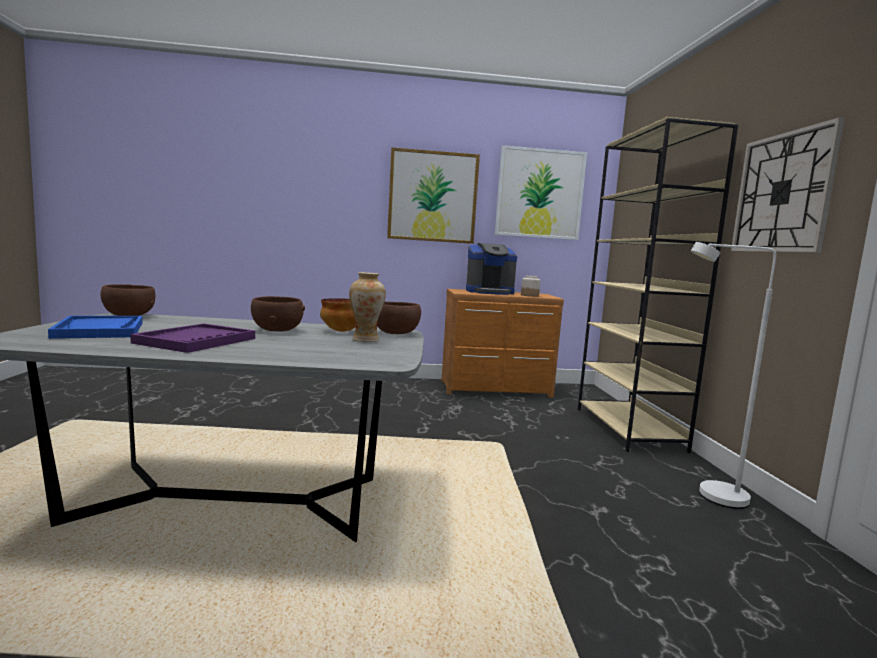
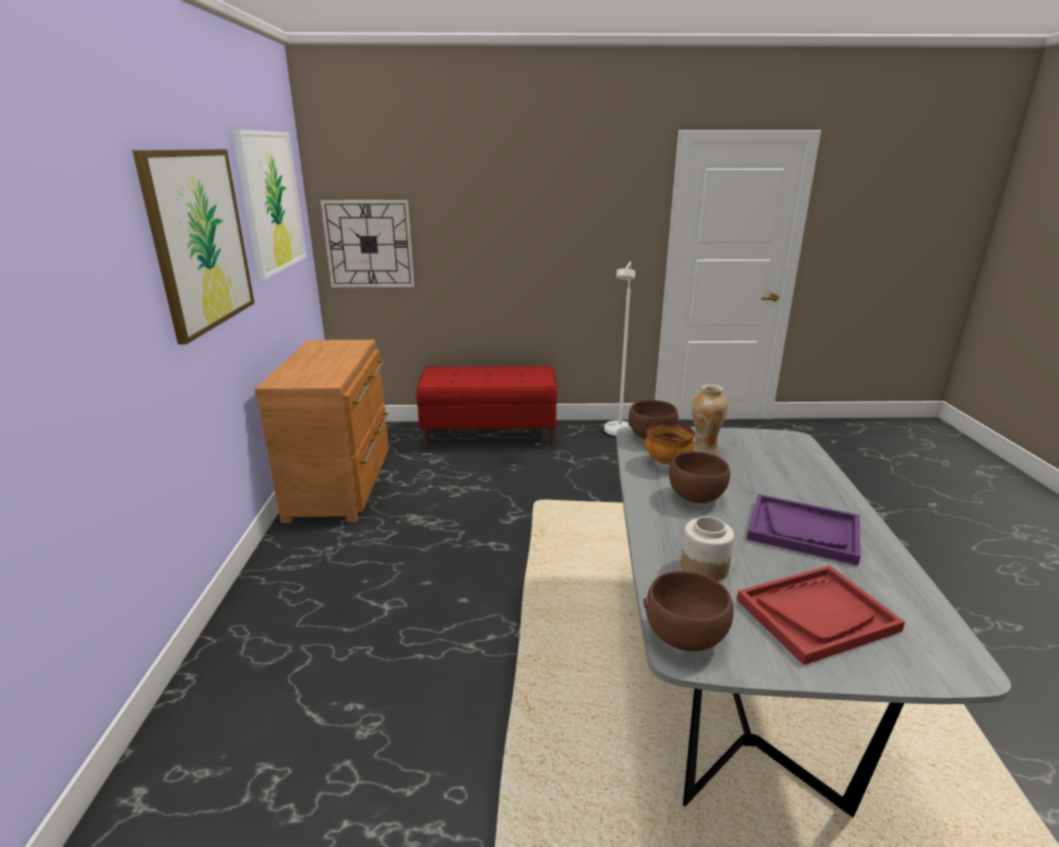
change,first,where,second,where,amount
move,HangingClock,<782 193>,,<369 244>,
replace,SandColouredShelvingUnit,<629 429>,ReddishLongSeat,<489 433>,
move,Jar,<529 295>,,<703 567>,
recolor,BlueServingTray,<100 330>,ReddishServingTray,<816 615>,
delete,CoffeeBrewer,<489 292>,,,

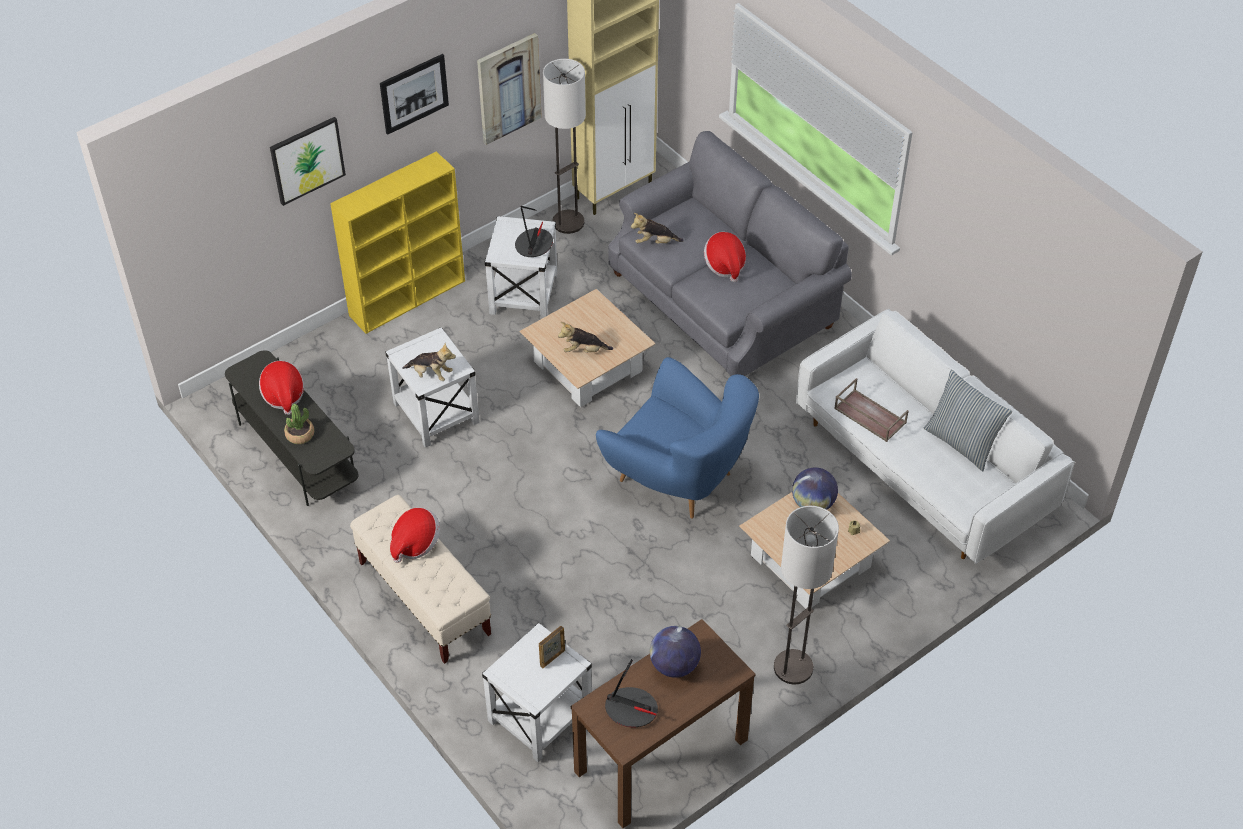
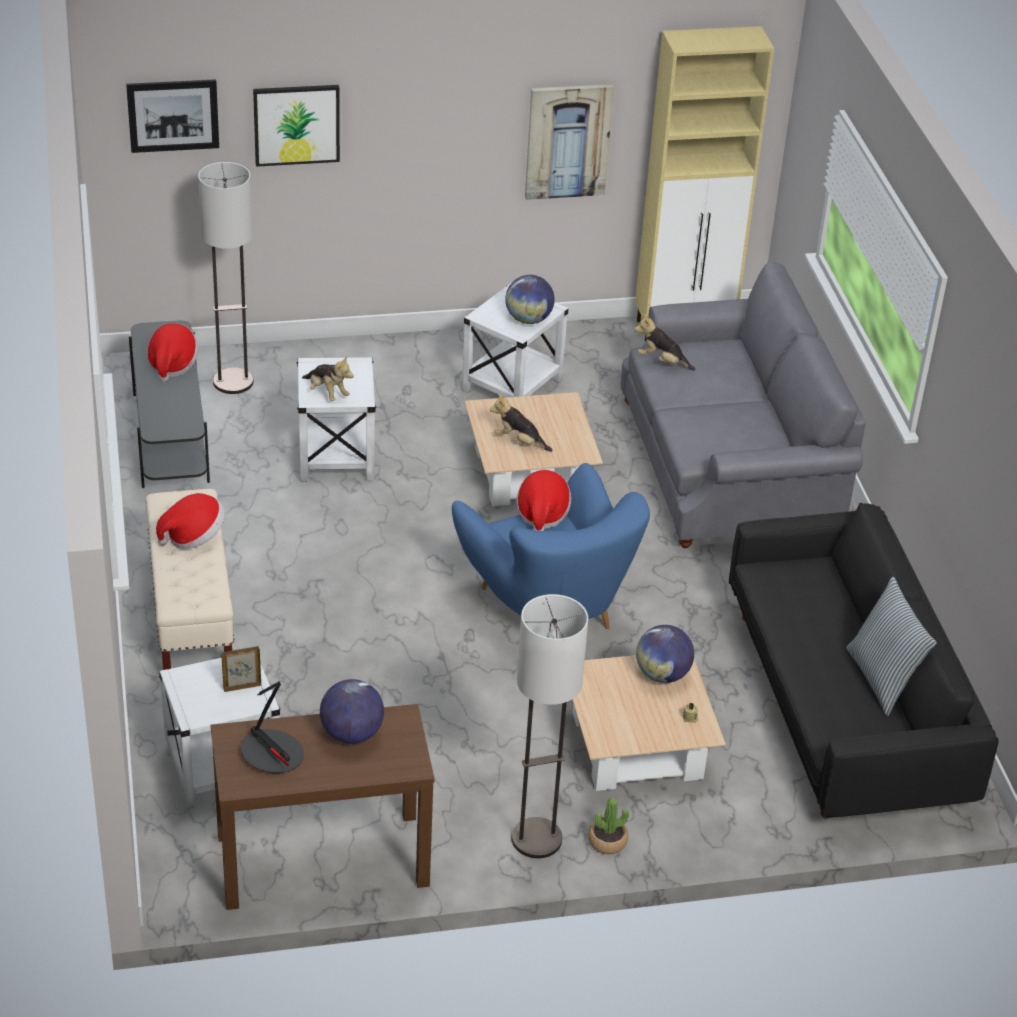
change,first,where,second,where,amount
move,WallPicture,<414 93>,,<173 115>,
move,StandingLamp,<568 222>,,<233 382>,
replace,TableLamp,<534 244>,WorldGlobe,<528 319>,
move,WearableHat,<725 265>,,<542 514>,
move,PlantInAPot,<300 434>,,<607 841>,
recolor,WhiteSofa,<922 466>,BlackishSofa,<843 706>,
delete,YellowishShelvingUnit,<408 297>,,,
delete,BrownServingTray,<869 415>,,,

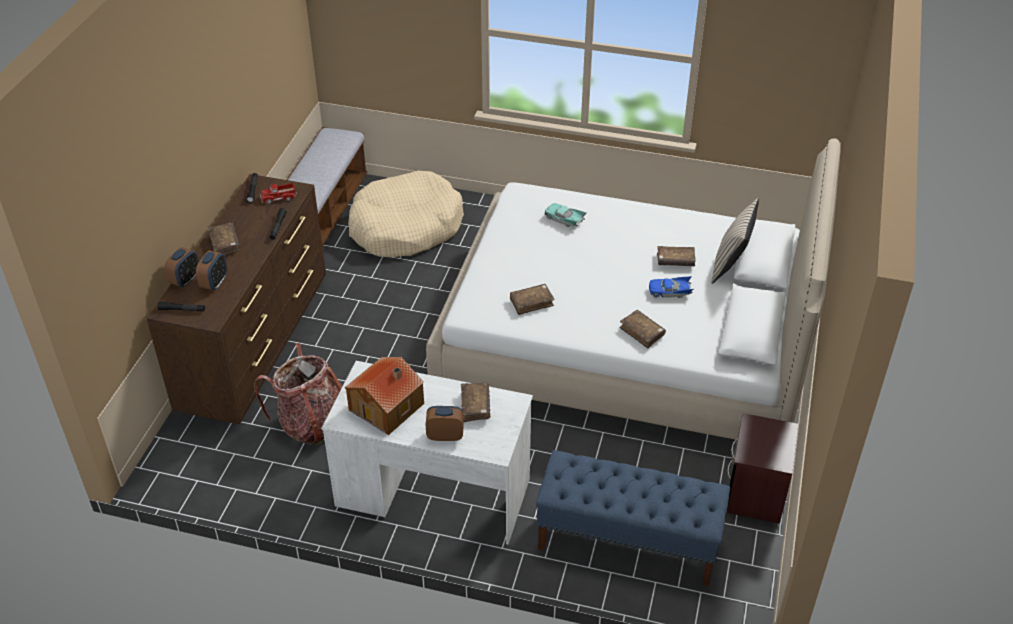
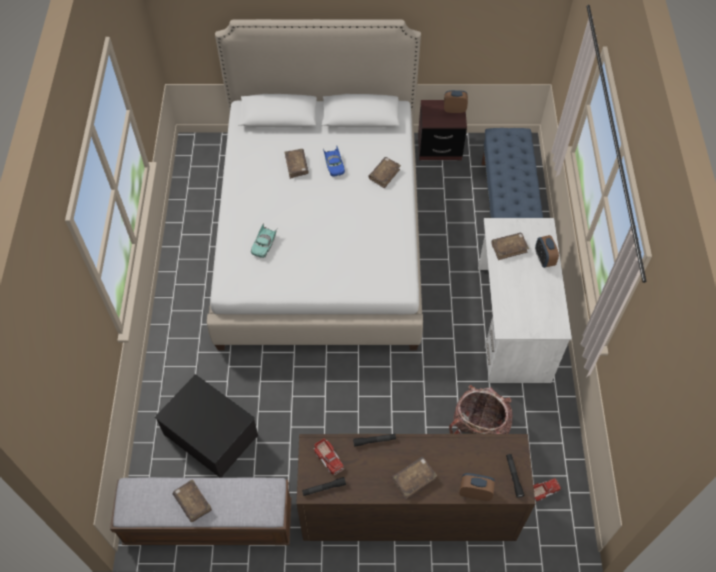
change,first,where,second,where,amount
replace,SandColouredDogBed,<405 227>,StorageBin,<210 435>,
move,BrownBook,<531 302>,,<192 502>,
move,AlarmClock,<214 283>,,<454 109>,
insert,,,ModelTruck,<543 490>,
delete,MiniatureHouse,<388 407>,,,
delete,SandColouredCushion,<731 264>,,,

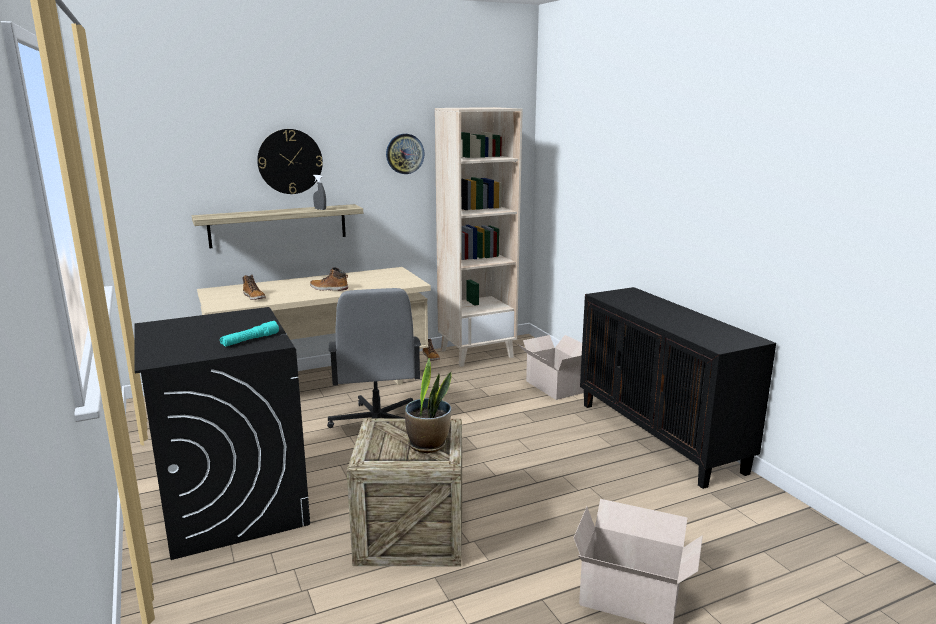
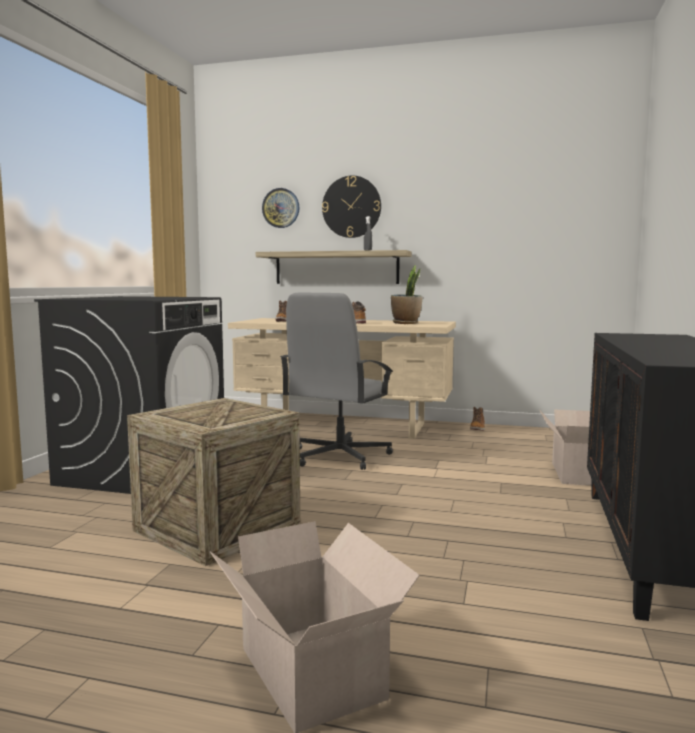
change,first,where,second,where,amount
move,HangingClock,<404 153>,,<281 208>,
move,PlantInAPot,<428 445>,,<406 323>,
delete,TurquoiseColouredTorch,<250 340>,,,
delete,SandColouredShelvingUnit,<477 353>,,,

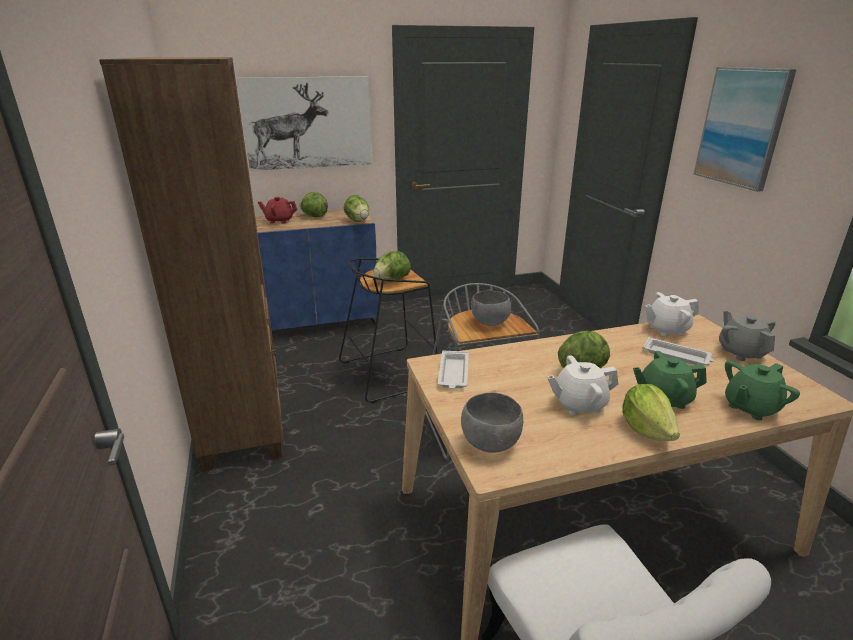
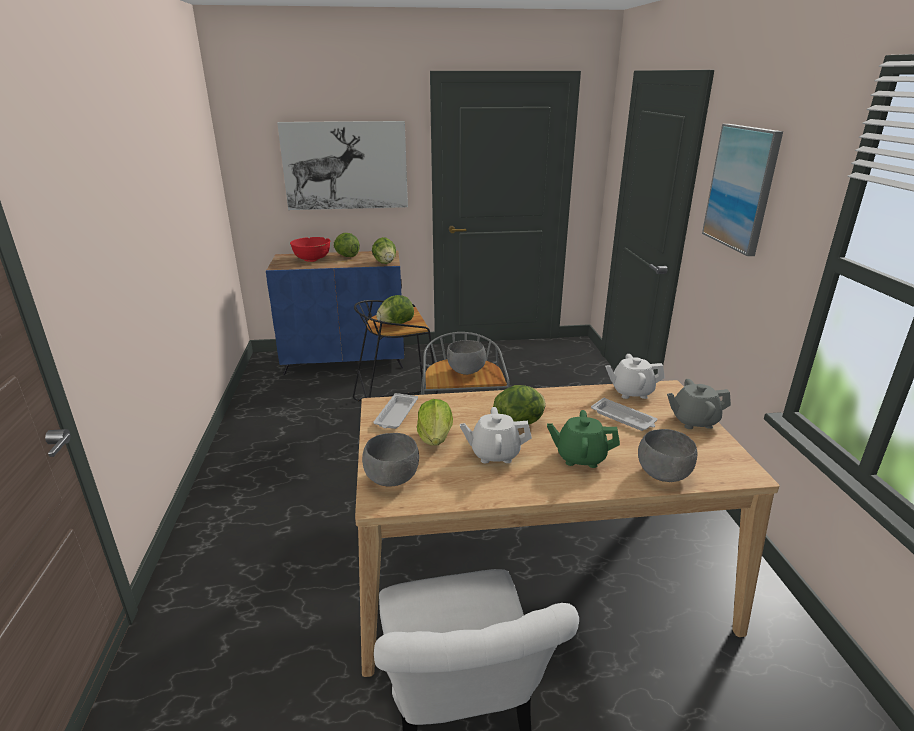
change,first,where,second,where,amount
replace,ReddishTeapot,<279 221>,ReddishServingBowl,<312 259>,
move,LettuceHead,<646 429>,,<435 438>,
replace,GreenishTeapot,<750 407>,GrayServingBowl,<663 474>,
rotate,GrayTeapot,<741 352>,,<693 421>,90 degrees counterclockwise
delete,BrownShelvingUnit,<244 417>,,,

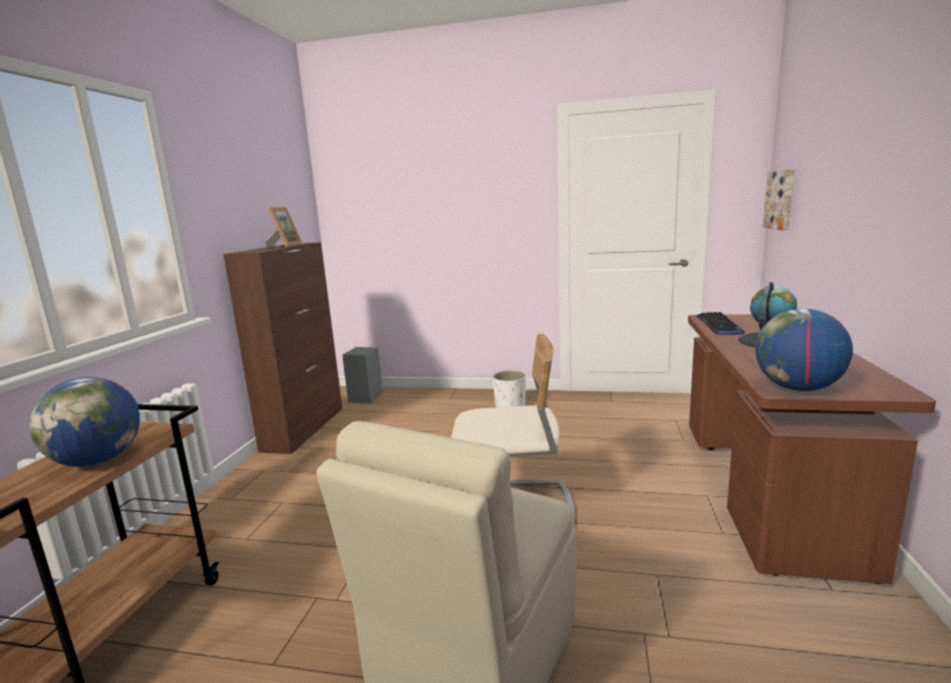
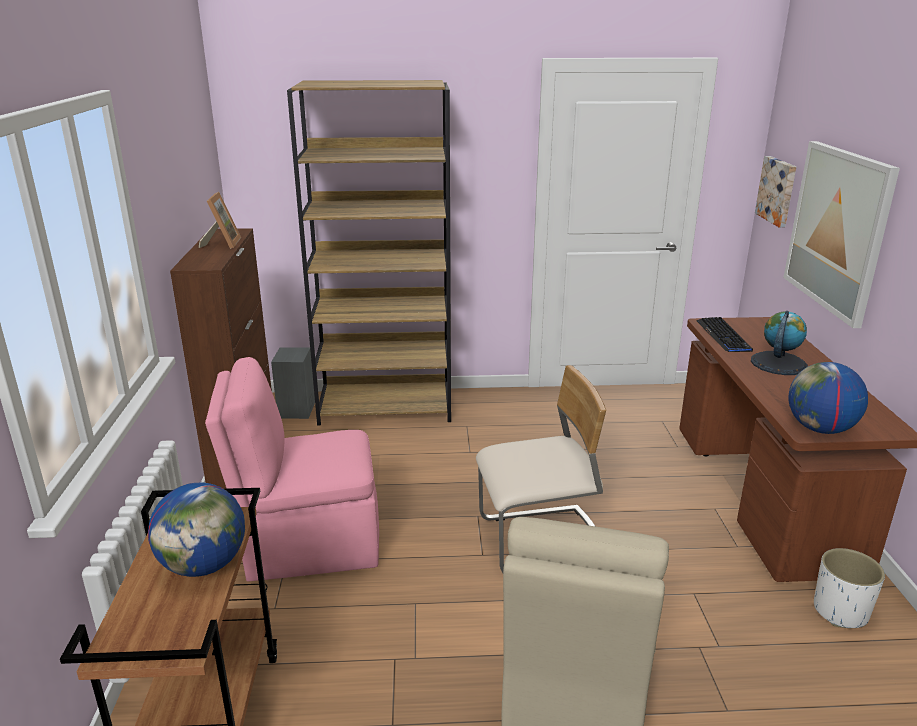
change,first,where,second,where,amount
insert,,,PinkColouredChair,<308 544>,
insert,,,BrownShelvingUnit,<386 407>,
insert,,,WallPicture,<837 230>,
move,WhiteFlowerPot,<510 407>,,<841 612>,

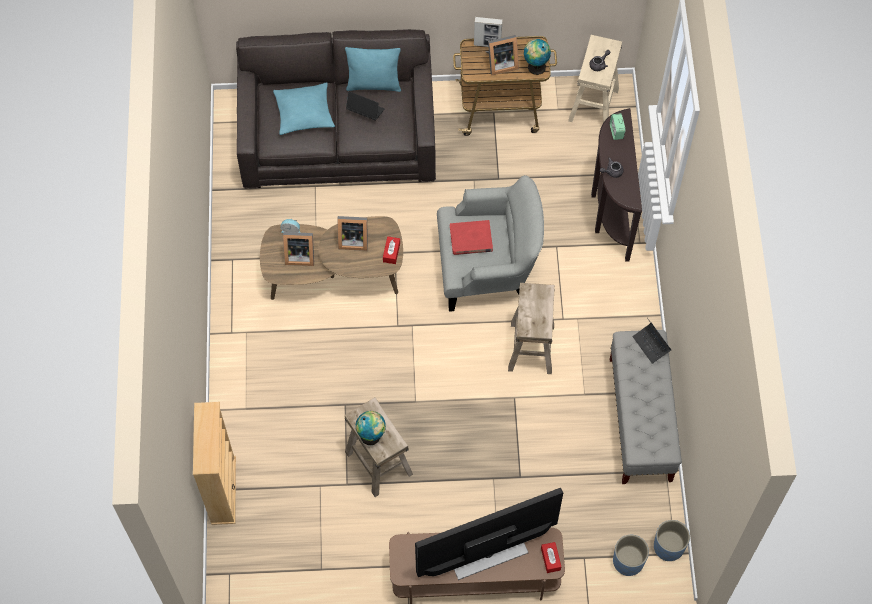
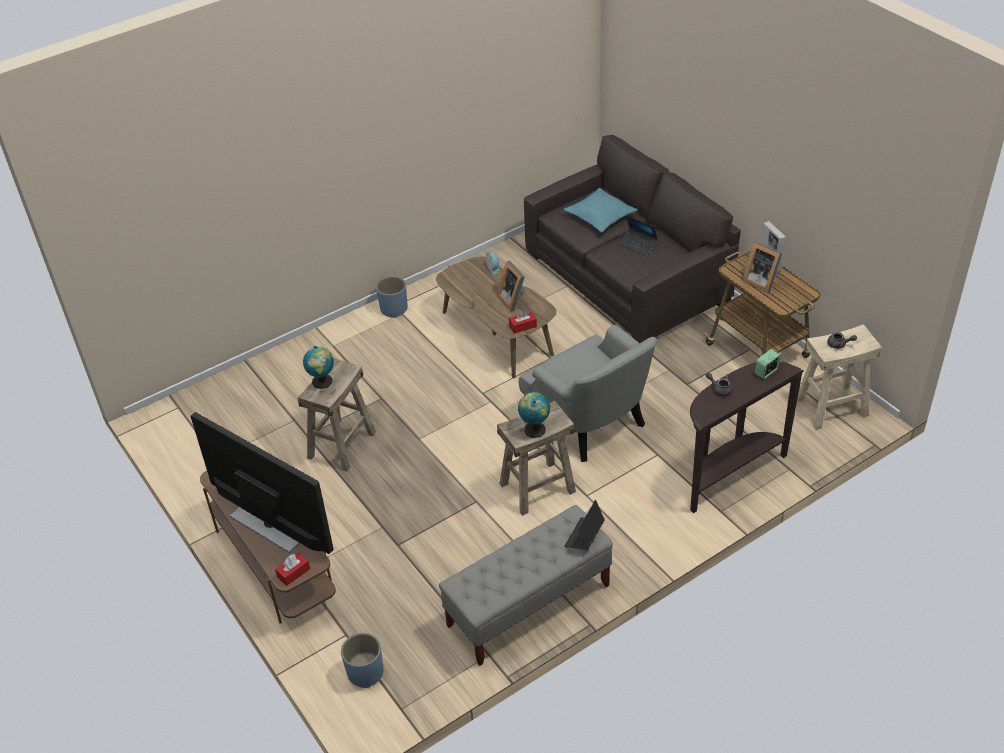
change,first,where,second,where,amount
move,BlueFlowerPot,<668 547>,,<394 309>,
move,WorldGlobe,<535 67>,,<534 428>,
rotate,NotebookComputer,<365 111>,,<638 245>,135 degrees clockwise
delete,SandColouredShelvingUnit,<223 490>,,,
delete,PhotoFrame,<299 255>,,,
delete,TurquoiseColouredCushion,<374 84>,,,
delete,ReddishBook,<471 239>,,,

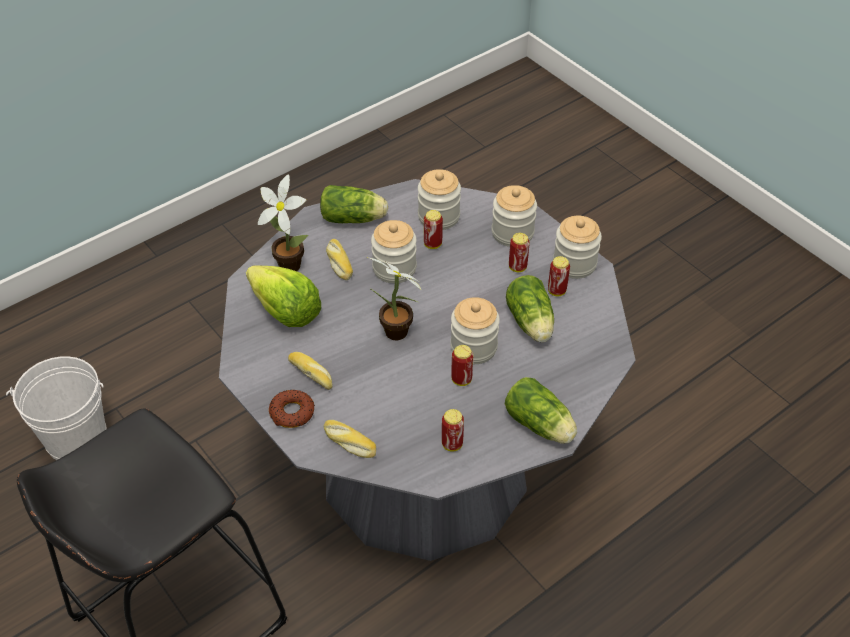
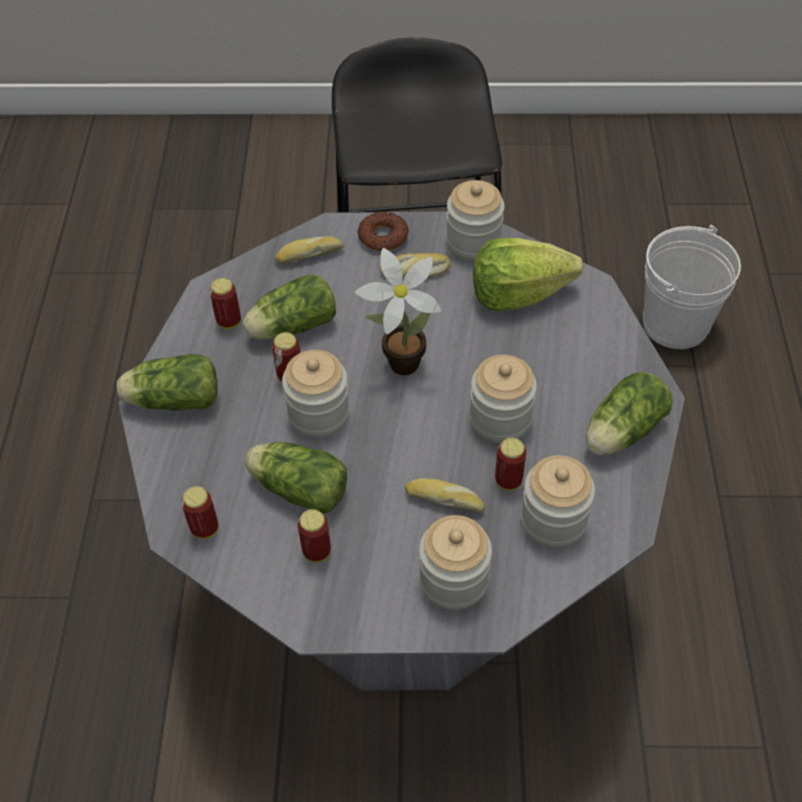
change,first,where,second,where,amount
move,Can,<517 267>,,<205 528>,
insert,,,LettuceHead,<290 327>,
move,Bread,<338 263>,,<445 499>,
move,Jar,<574 264>,,<473 242>,
delete,PlantInAPot,<288 263>,,,

